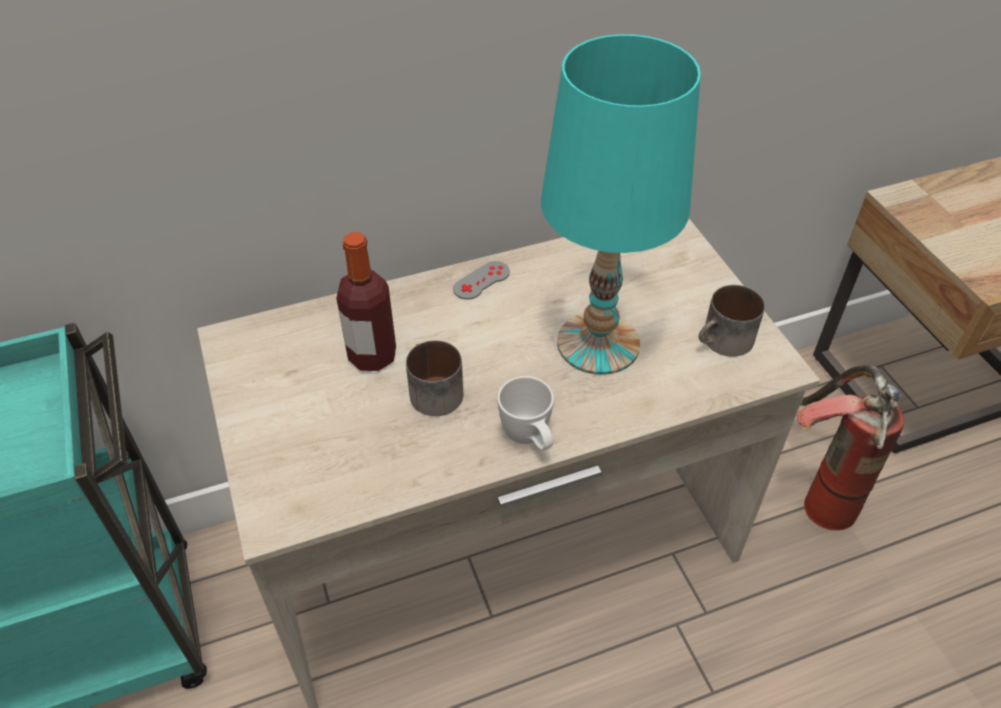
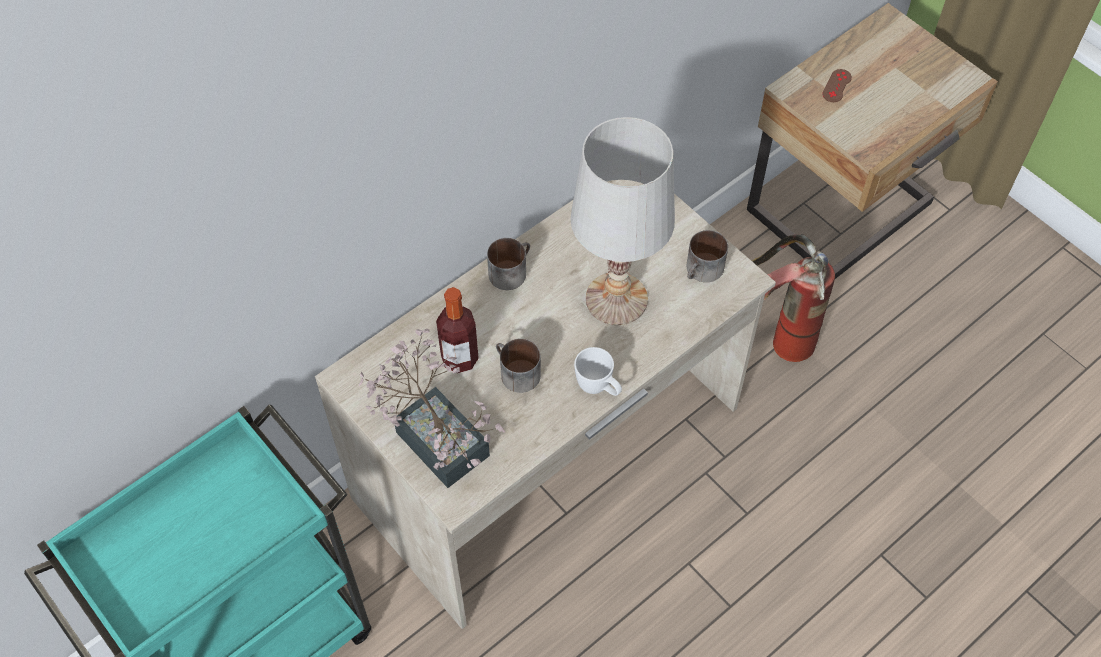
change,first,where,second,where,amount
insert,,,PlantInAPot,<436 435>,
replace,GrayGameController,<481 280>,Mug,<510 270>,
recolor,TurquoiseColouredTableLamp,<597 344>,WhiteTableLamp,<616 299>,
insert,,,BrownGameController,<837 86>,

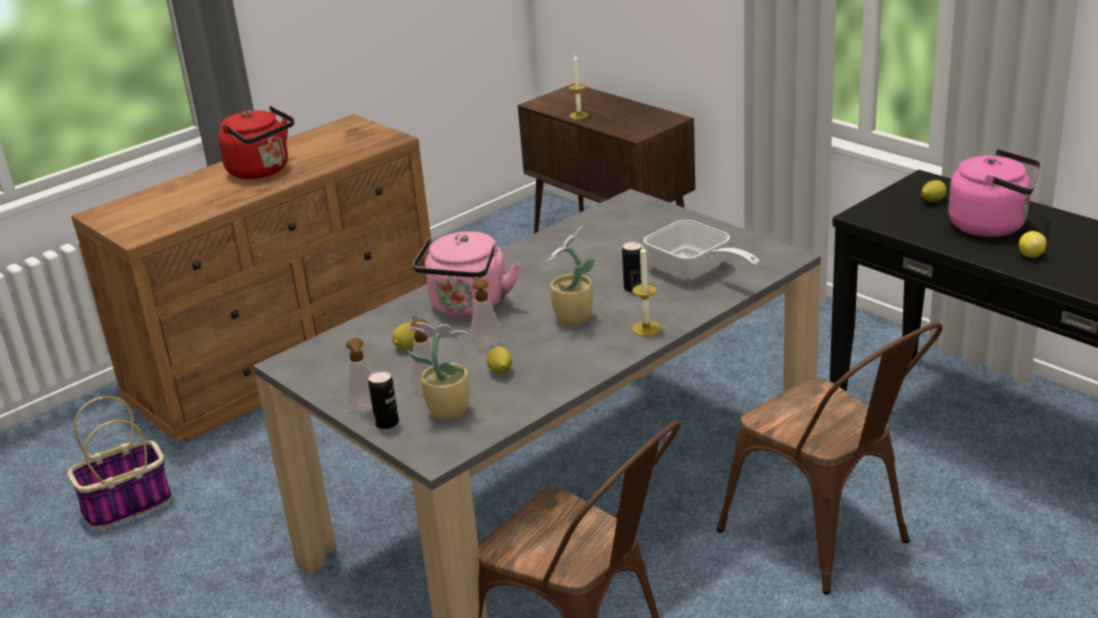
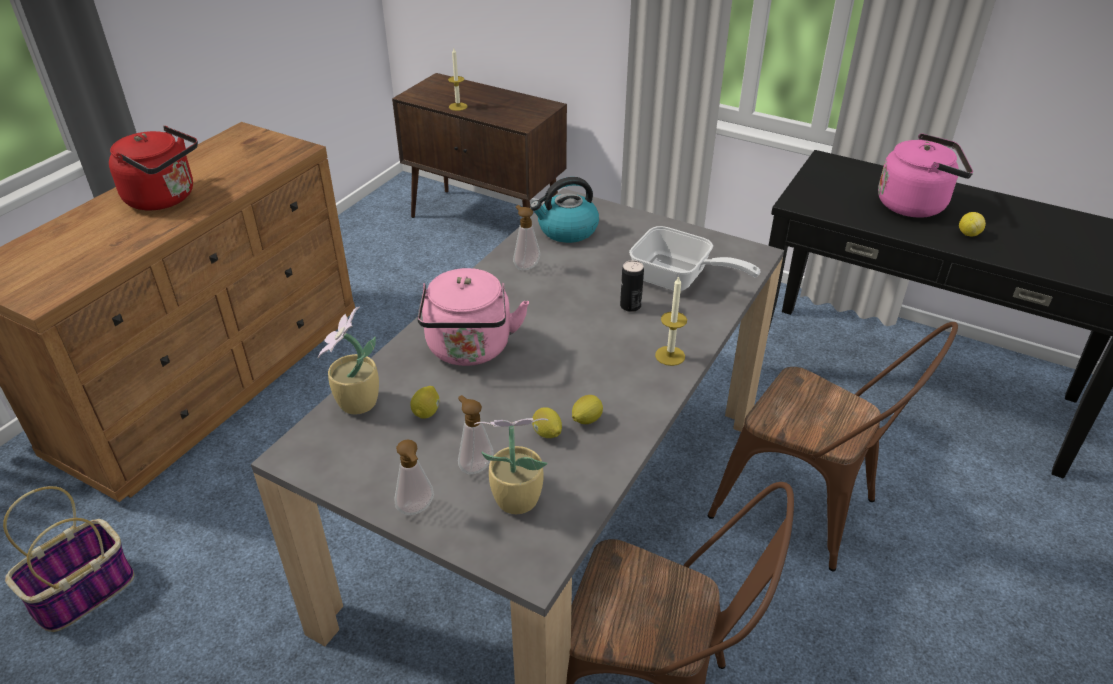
change,first,where,second,where,amount
move,PlantInAPot,<572 319>,,<357 404>,
move,LiquidSoapBottle,<486 344>,,<525 266>,
insert,,,WaterKettle,<567 230>,
move,Lemon,<932 201>,,<586 420>,
delete,Can,<387 423>,,,

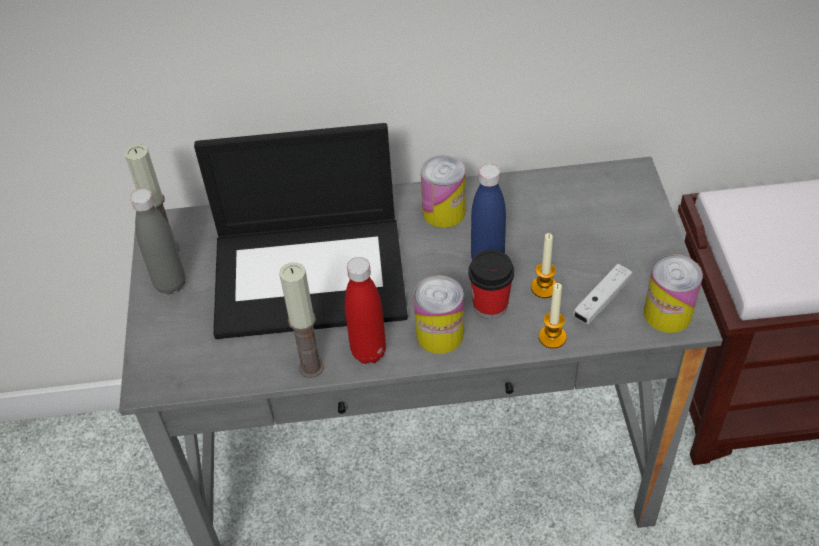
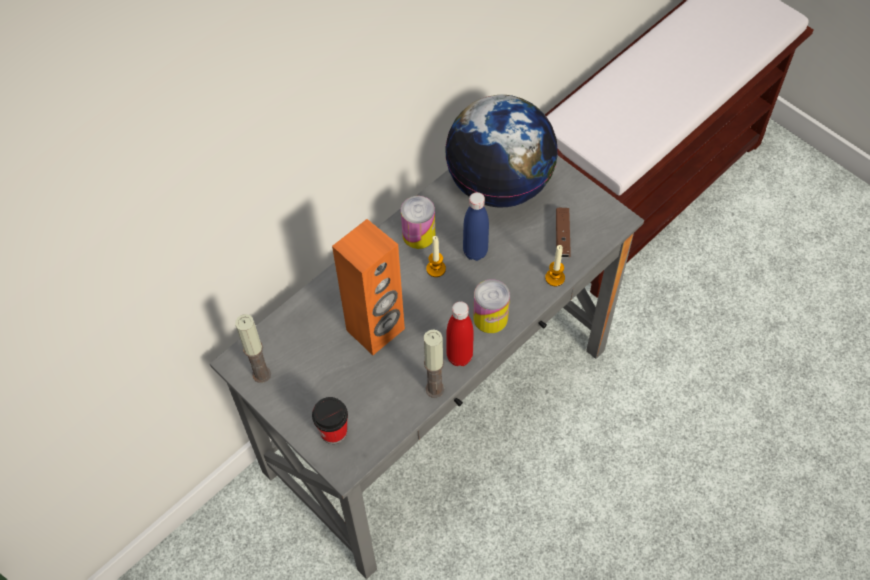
change,first,where,second,where,amount
move,SmallCup,<490 305>,,<333 431>,
replace,NotebookComputer,<311 274>,OrangeAudioSpeaker,<376 330>,
move,WaxCandle,<544 288>,,<436 269>,
insert,,,WorldGlobe,<499 184>,
recolor,WhiteGameController,<602 300>,BrownGameController,<562 236>,
delete,GrayDrinkBottle,<170 283>,,,
delete,Can,<667 314>,,,

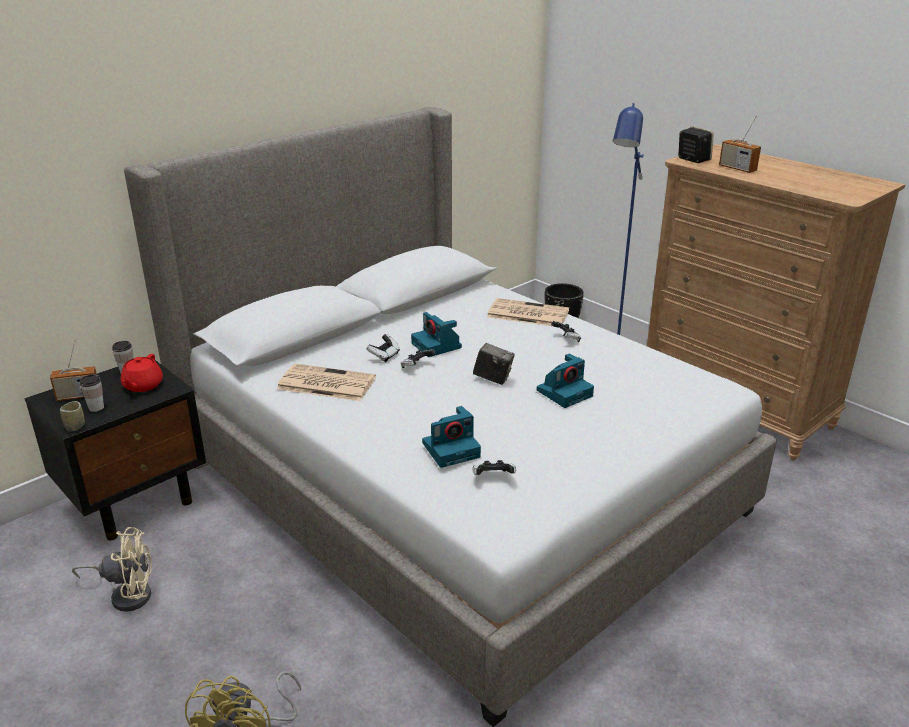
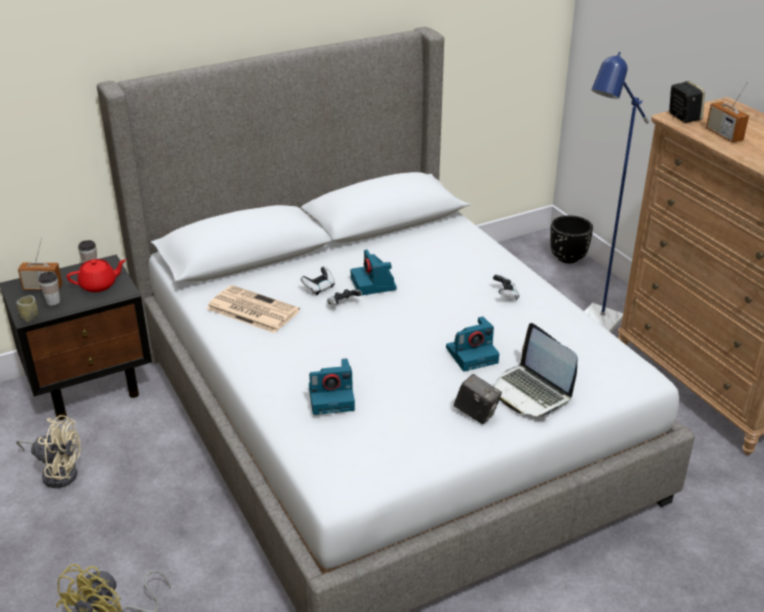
change,first,where,second,where,amount
rotate,ReddishTeapot,<142 386>,,<99 285>,135 degrees counterclockwise
move,StillCamera,<493 378>,,<476 413>,
insert,,,NotebookComputer,<531 392>,
delete,GameController,<493 478>,,,
delete,PrintedPaper,<526 314>,,,

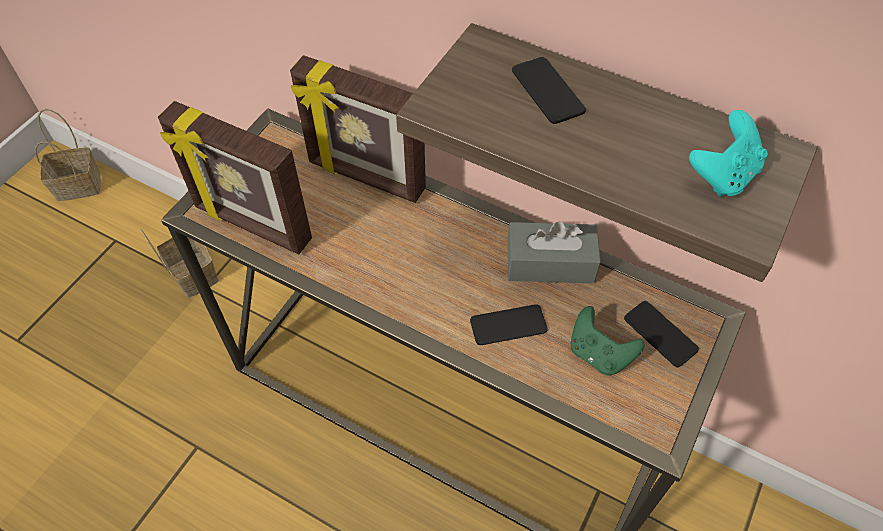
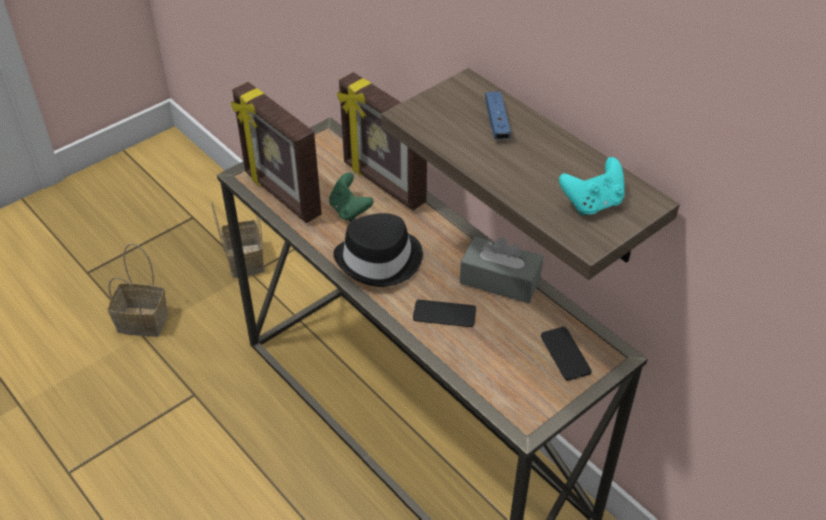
change,first,where,second,where,amount
move,Basket,<80 184>,,<144 321>,
move,GreenishGameController,<599 354>,,<349 210>,
insert,,,BlackishWearableHat,<380 260>,
replace,Phone,<547 91>,BlueGameController,<497 122>,

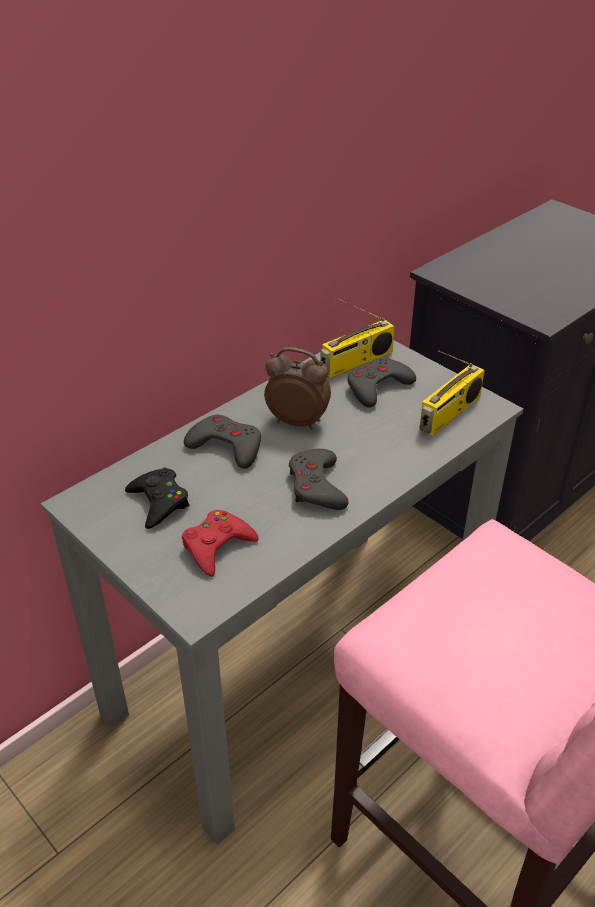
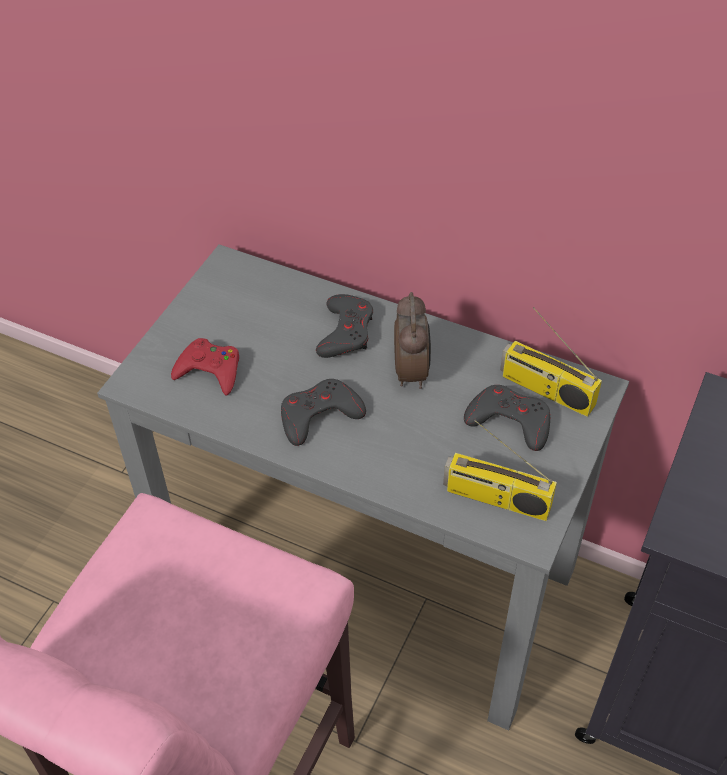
change,first,where,second,where,amount
delete,BlackishGameController,<159 502>,,,

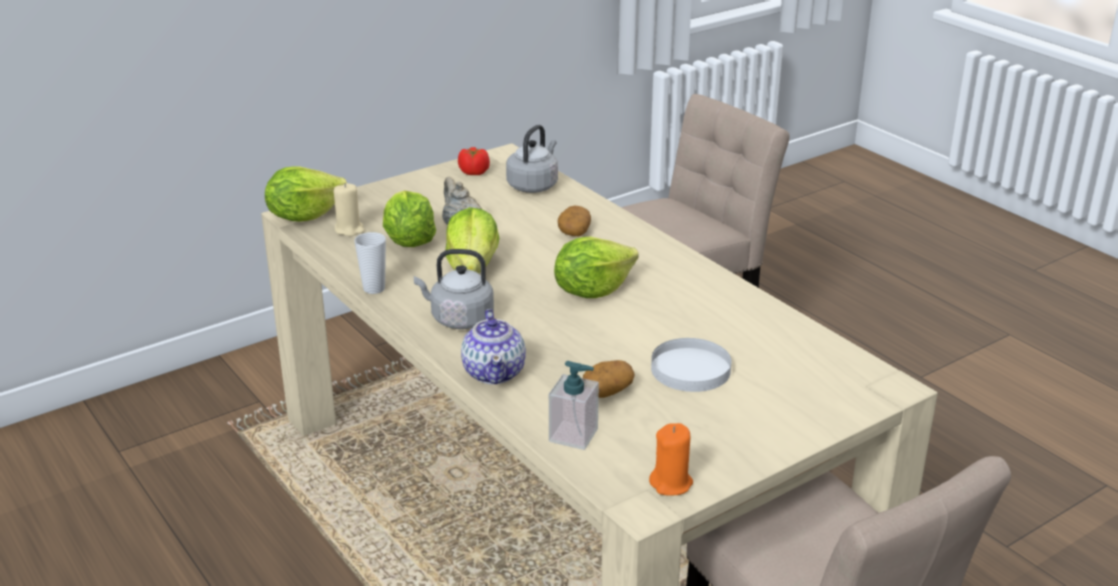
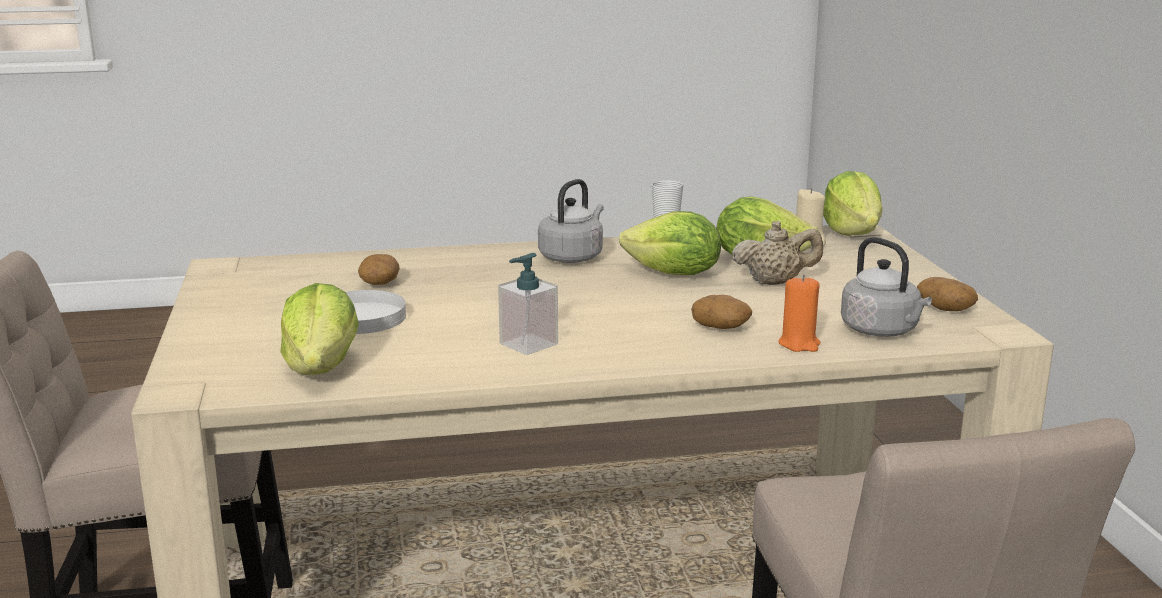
change,first,where,second,where,amount
move,LettuceHead,<592 290>,,<322 367>,
move,LiquidSoapBottle,<573 435>,,<528 344>,
move,OrangeWaxCandle,<671 483>,,<799 344>,
replace,Tomato,<473 172>,WholePotato,<944 309>,
delete,Teapot,<494 372>,,,

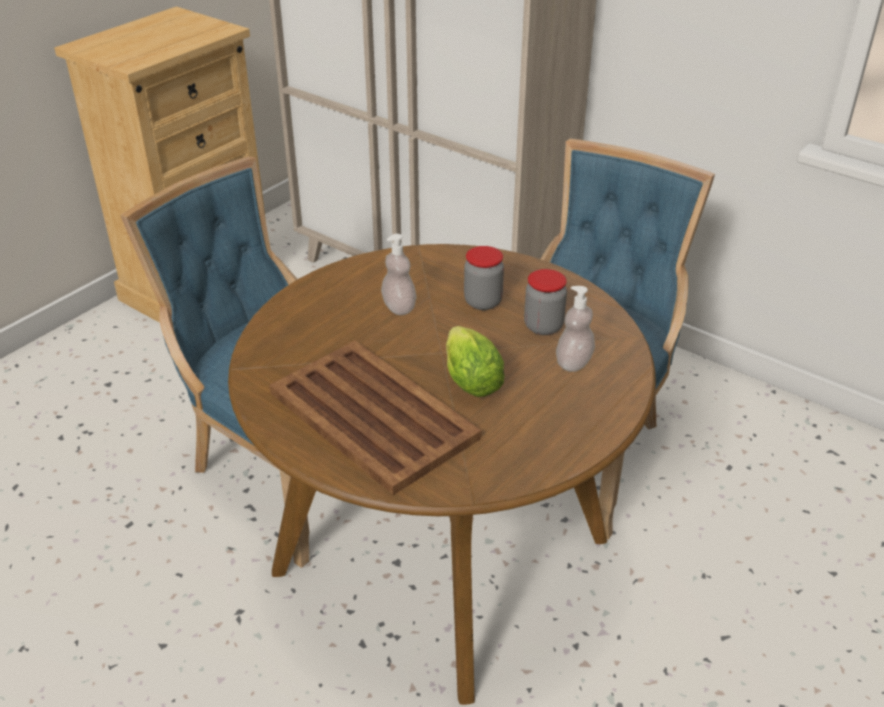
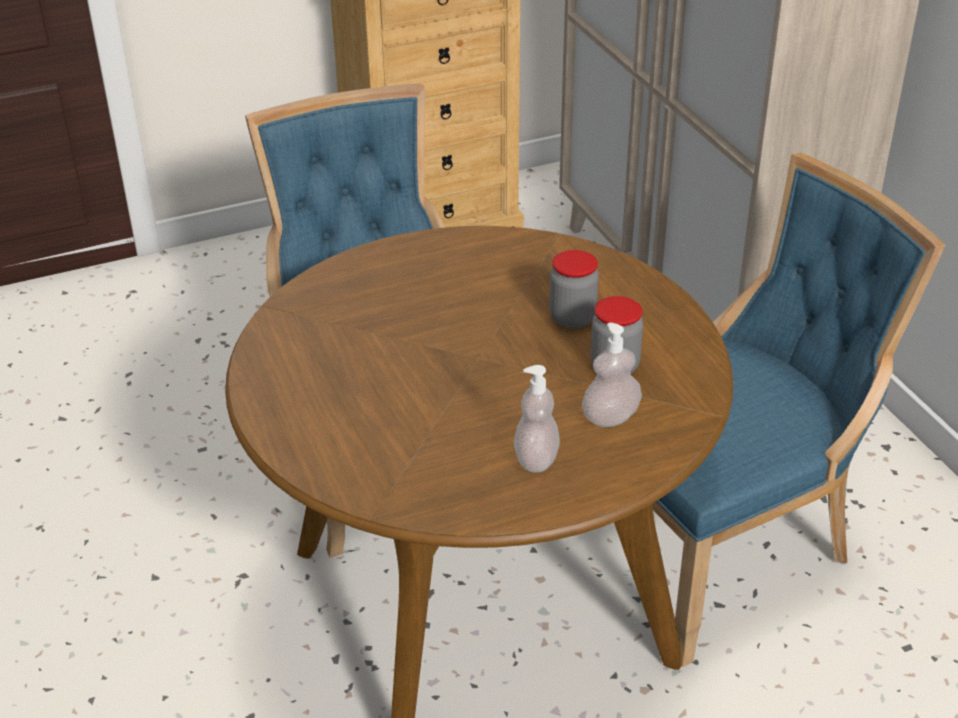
change,first,where,second,where,amount
move,LiquidSoapBottle,<399 307>,,<536 459>,
delete,BrownServingTray,<371 414>,,,
delete,LettuceHead,<469 378>,,,

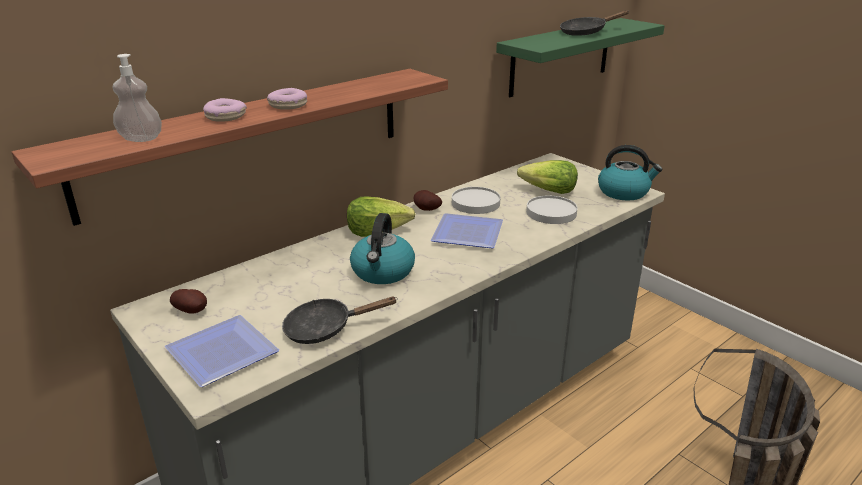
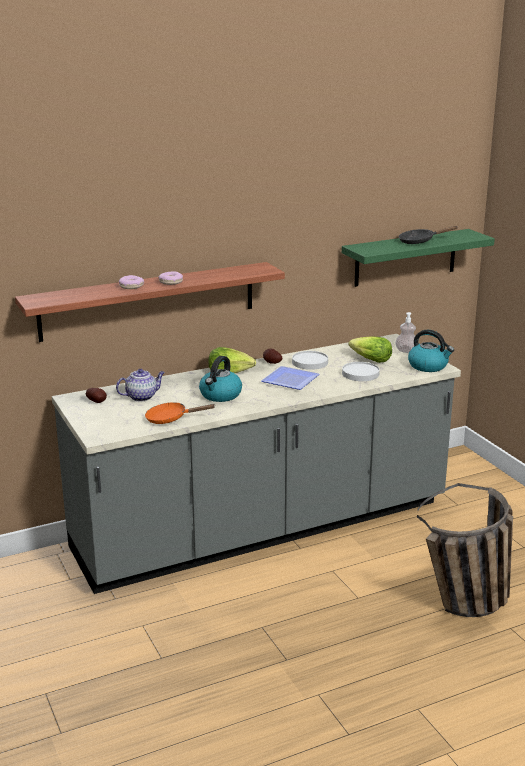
change,first,where,second,where,amount
insert,,,Teapot,<142 397>,
recolor,BlackishPan,<325 328>,OrangePan,<170 419>,
move,LiquidSoapBottle,<141 139>,,<406 351>,
delete,DinnerPlate,<218 353>,,,

